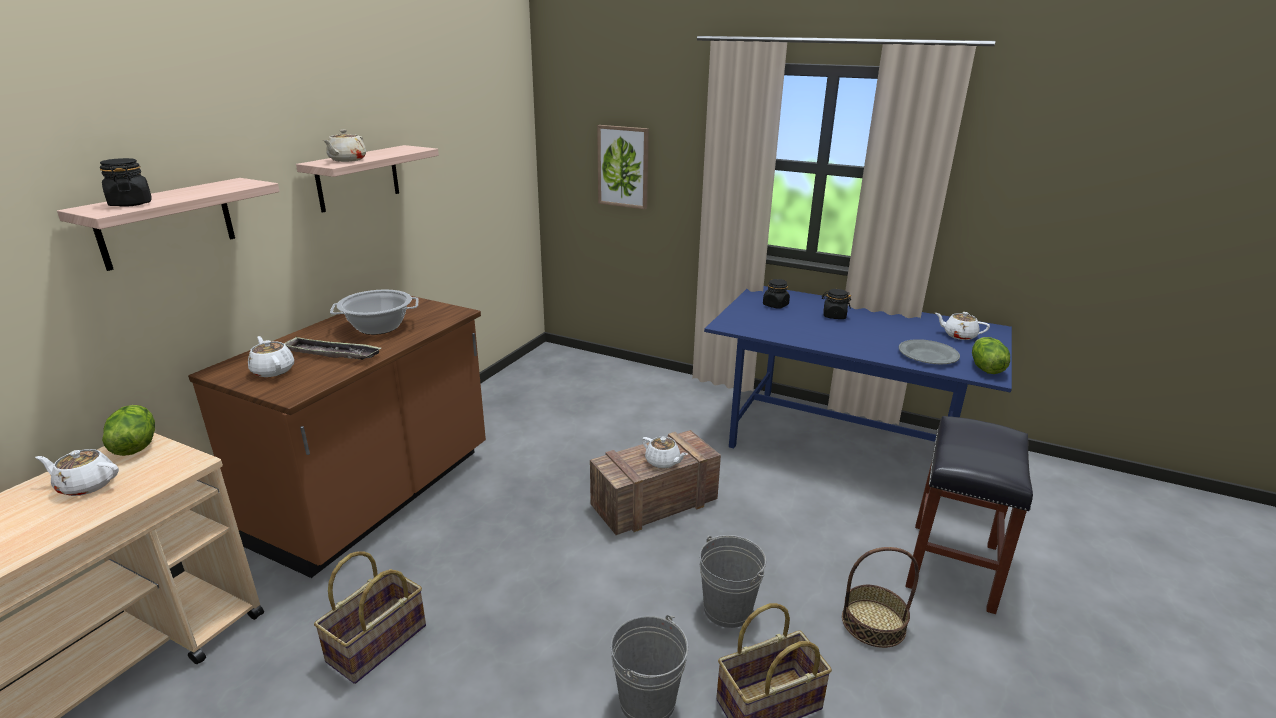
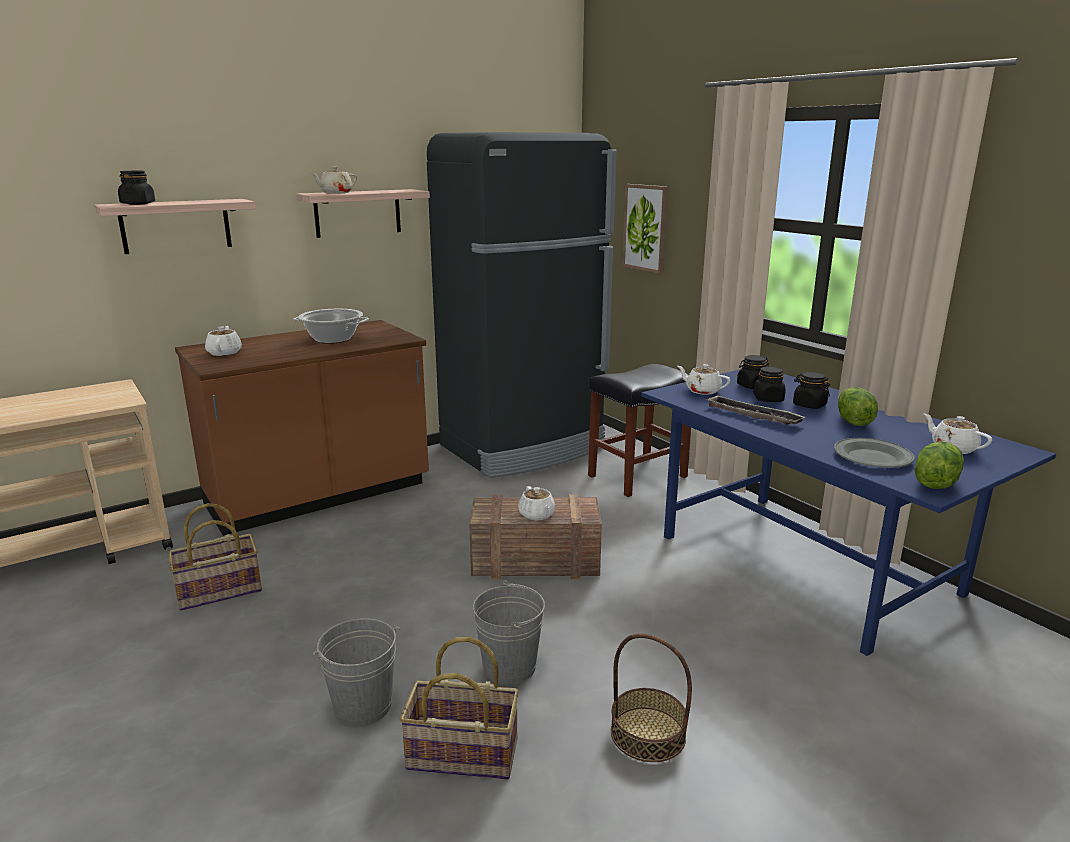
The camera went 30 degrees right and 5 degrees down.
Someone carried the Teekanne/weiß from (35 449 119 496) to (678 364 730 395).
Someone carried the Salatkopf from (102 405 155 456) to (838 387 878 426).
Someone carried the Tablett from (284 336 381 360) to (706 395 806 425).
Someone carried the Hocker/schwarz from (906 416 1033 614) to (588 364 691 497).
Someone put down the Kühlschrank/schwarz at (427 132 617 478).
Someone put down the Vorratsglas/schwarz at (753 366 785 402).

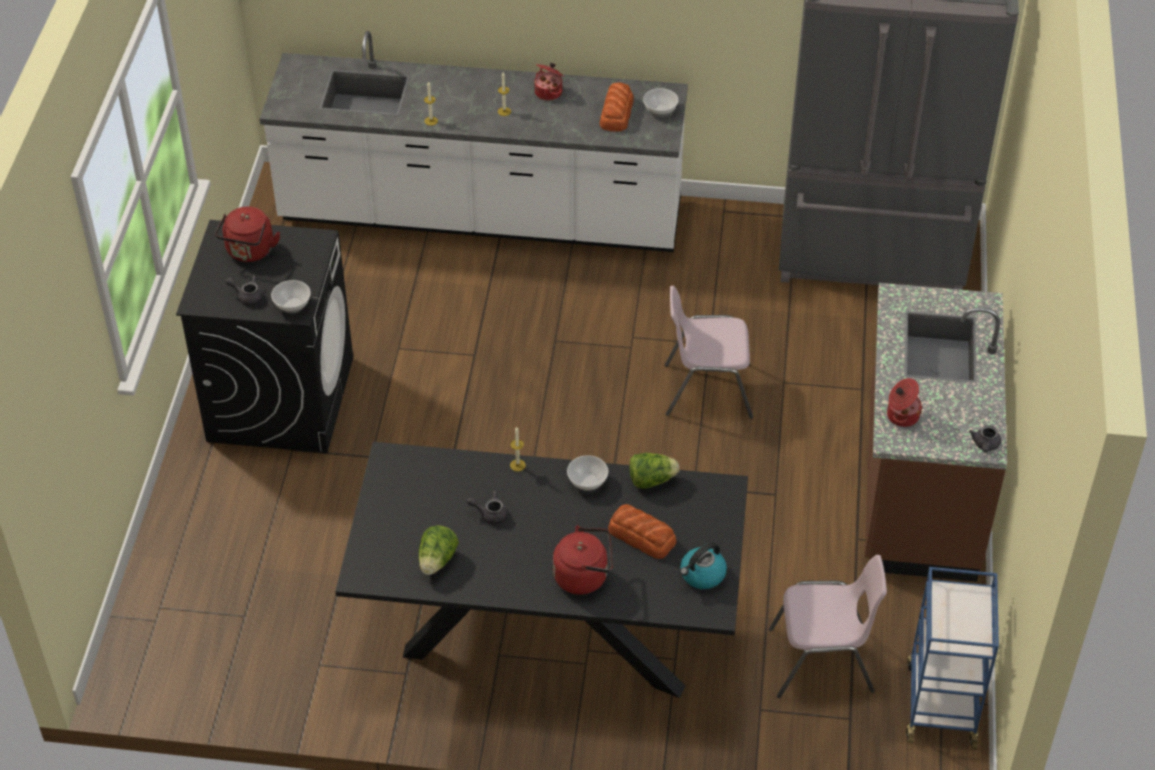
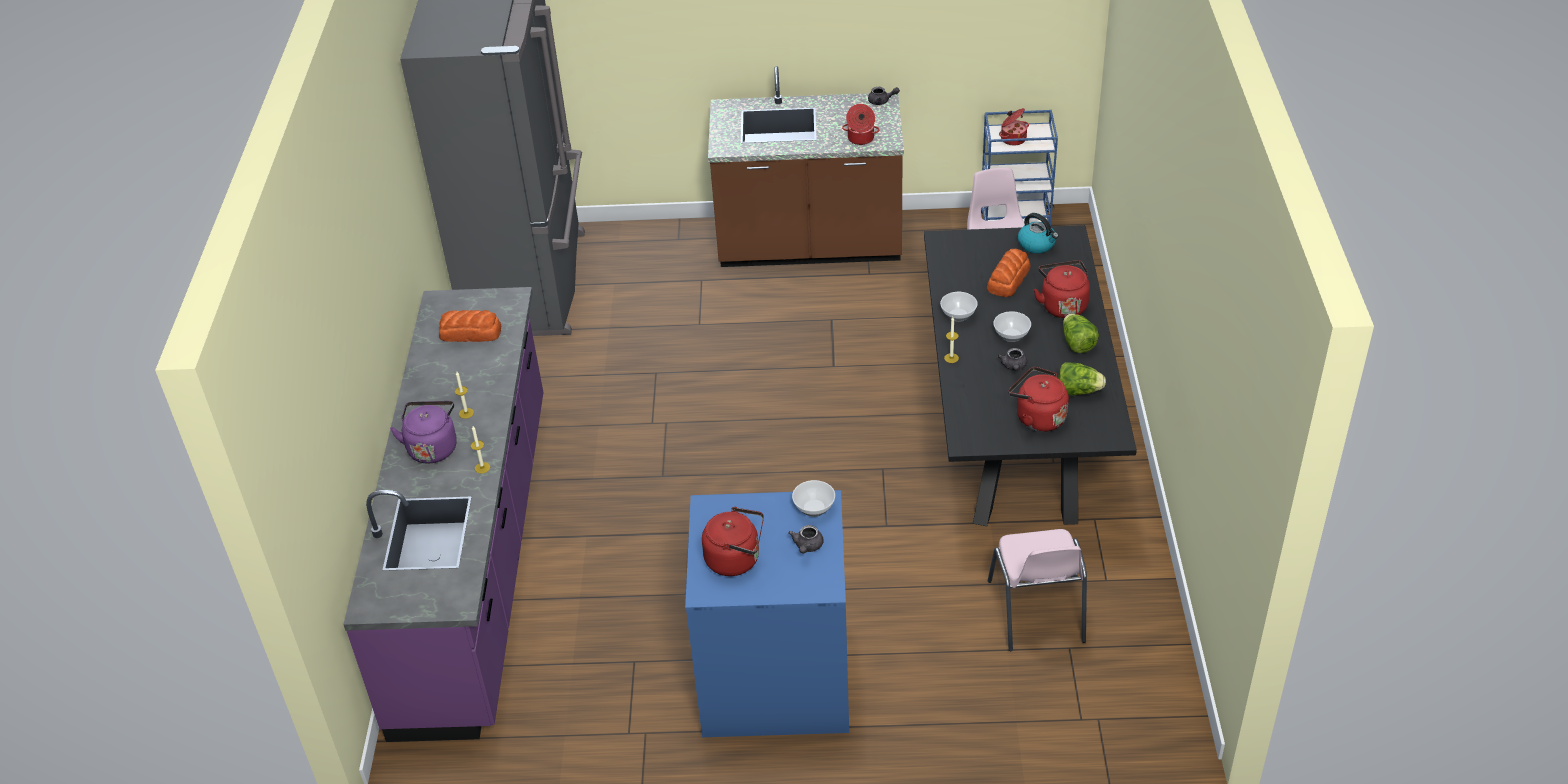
The camera went 95 degrees left and 5 degrees down.
Someone repainted the Waschmaschine/schwarz at (176 220 353 453), which became the Waschmaschine/blau at (685 490 849 737).
Someone repainted the Küchenzeile/weiß at (260 31 688 252), which became the Küchenzeile/lila at (343 287 543 742).
Someone carried the Kochtopf from (535 63 564 101) to (999 108 1029 145).
Someone carried the Salatkopf from (629 453 679 489) to (1063 314 1099 353).
Someone carried the Schüssel from (643 88 679 117) to (993 311 1031 342).
Someone carried the Stuhl/rosa from (665 286 753 419) to (988 529 1087 651).
Someone put down the Wasserkessel/lila at (390 401 457 463).
Someone put down the Wasserkessel/rot at (1008 367 1069 432).

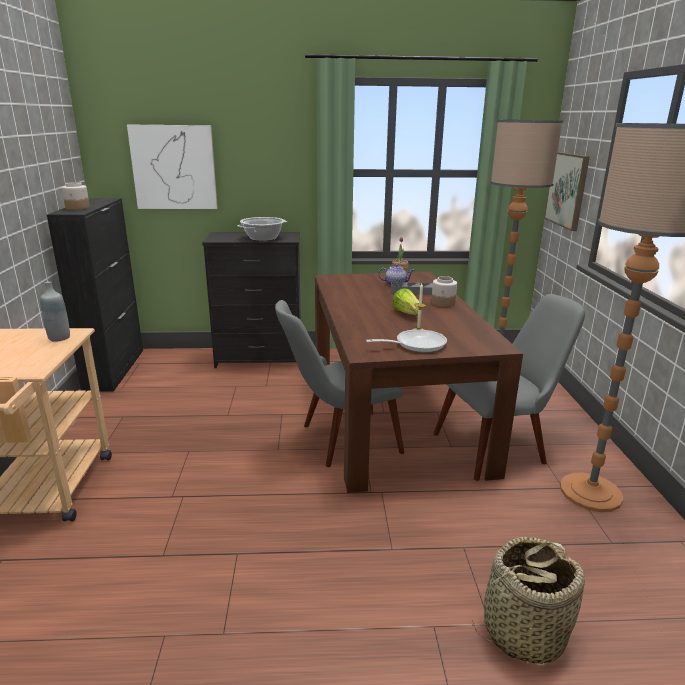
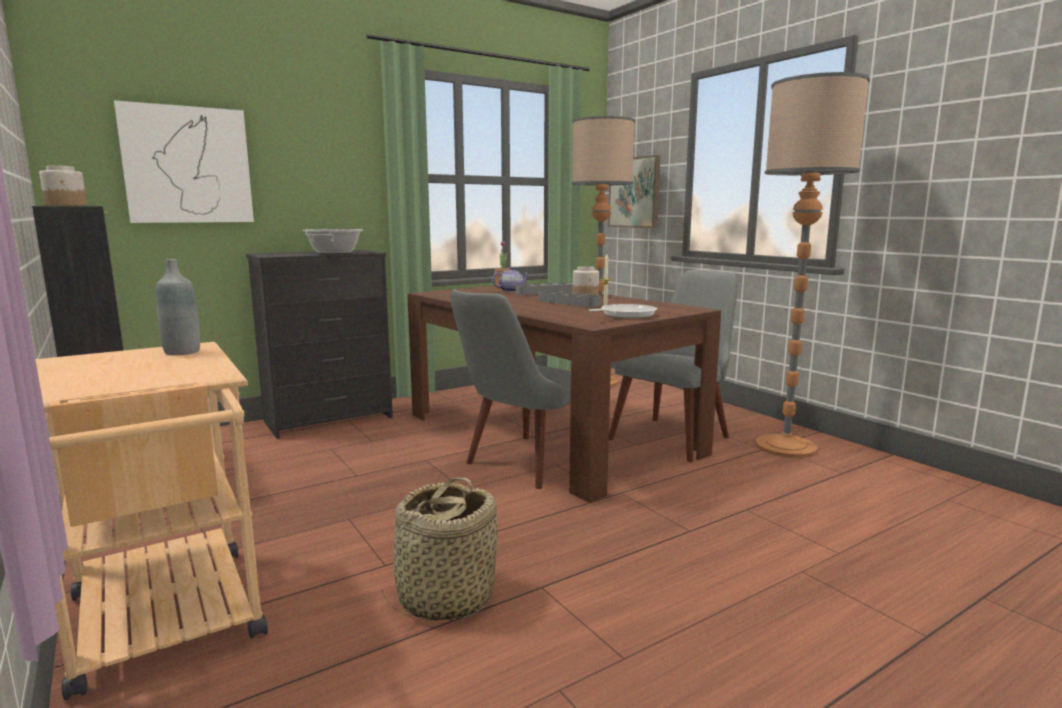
The camera went 30 degrees left and 10 degrees down.
Someone swapped the Salatkopf at (392 288 419 315) for the Tablett/grau at (538 291 601 307).
Someone carried the Korb from (472 537 585 665) to (382 478 497 620).

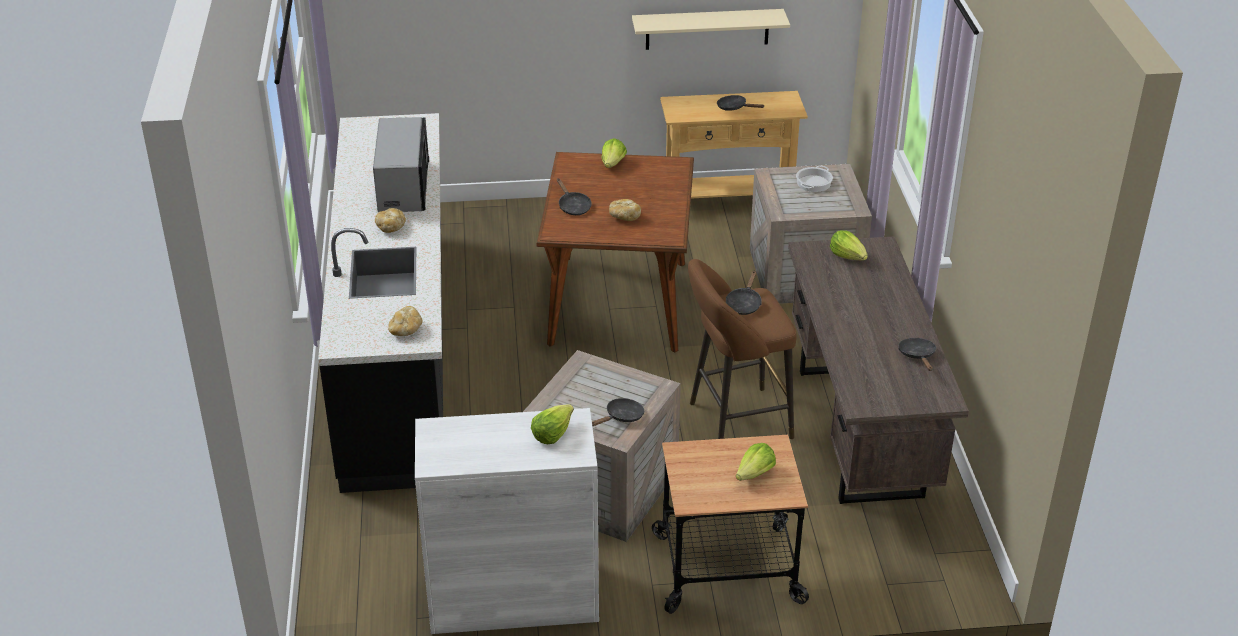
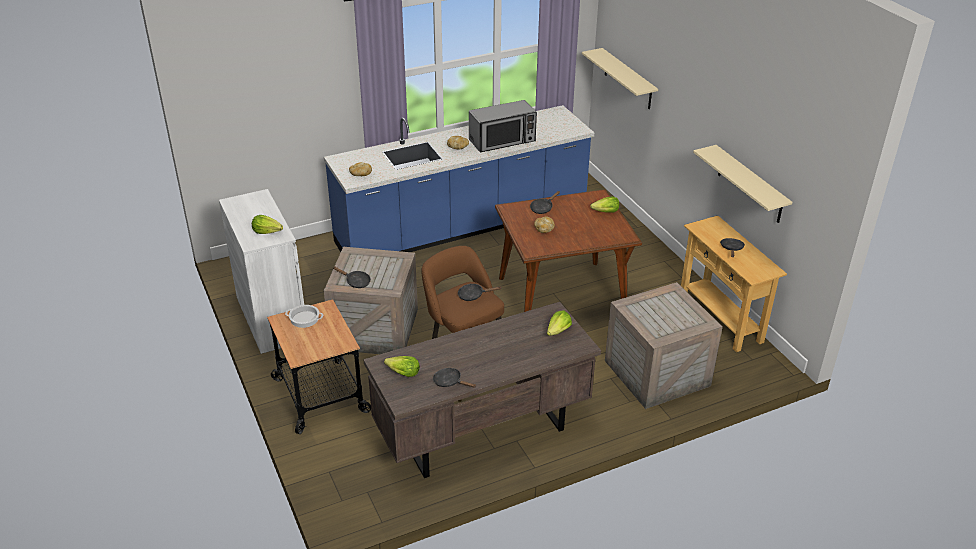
The camera went 70 degrees right and 0 degrees up.
Someone repainted the Küchenzeile/schwarz at (318 113 443 493), which became the Küchenzeile/blau at (324 105 594 252).
Someone carried the Salatkopf from (736 443 776 481) to (384 356 420 377).
Someone carried the Kochtopf from (796 165 833 192) to (285 305 323 328).
Someone rotated the Pfanne/schwarz at (898 338 936 371) by 120 degrees counterclockwise.
Someone put up the Wandregal/beige at (582 48 658 109).

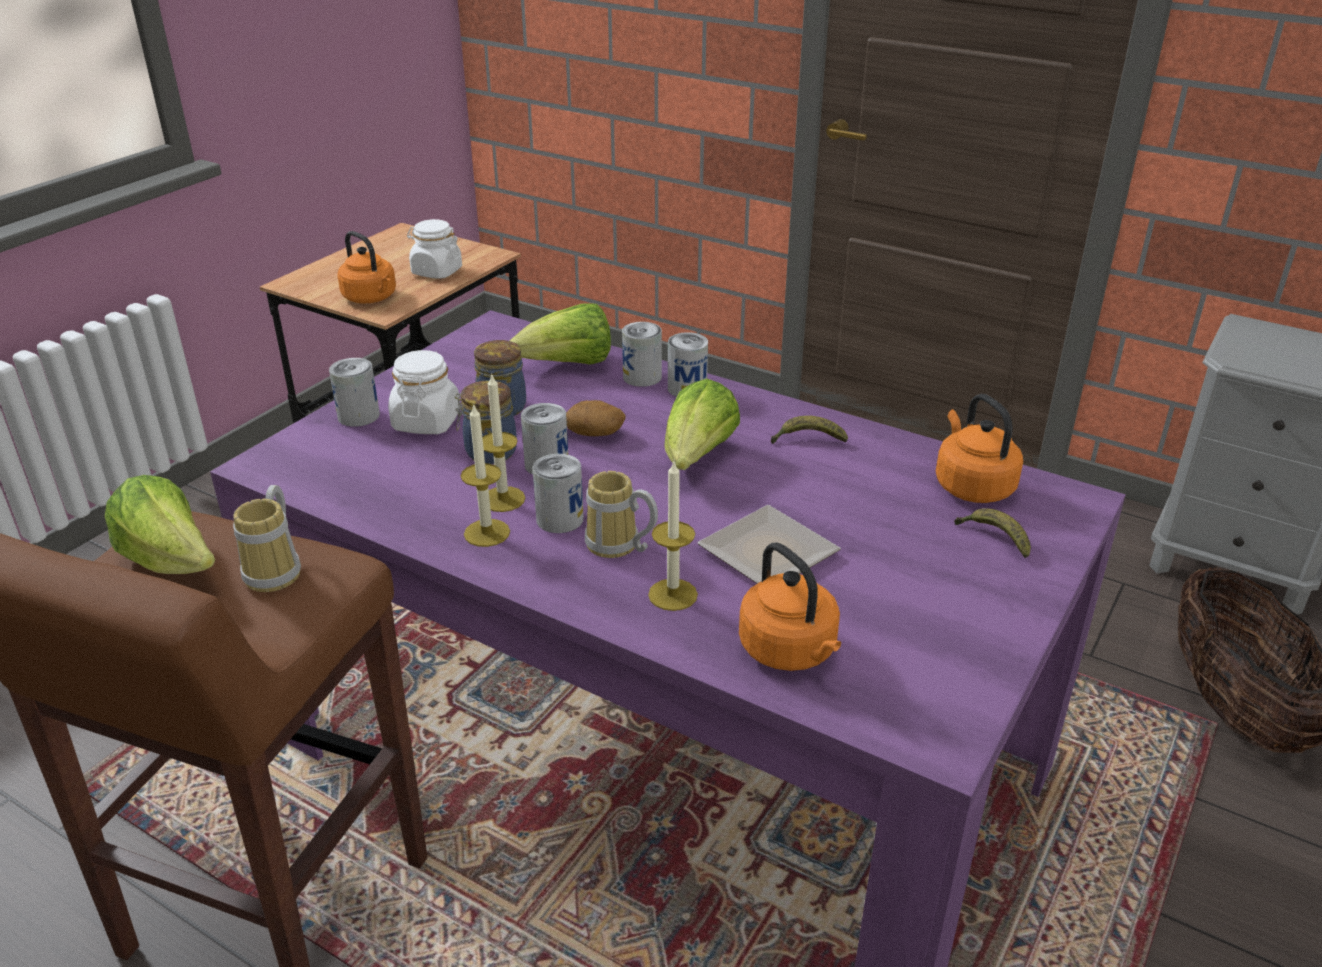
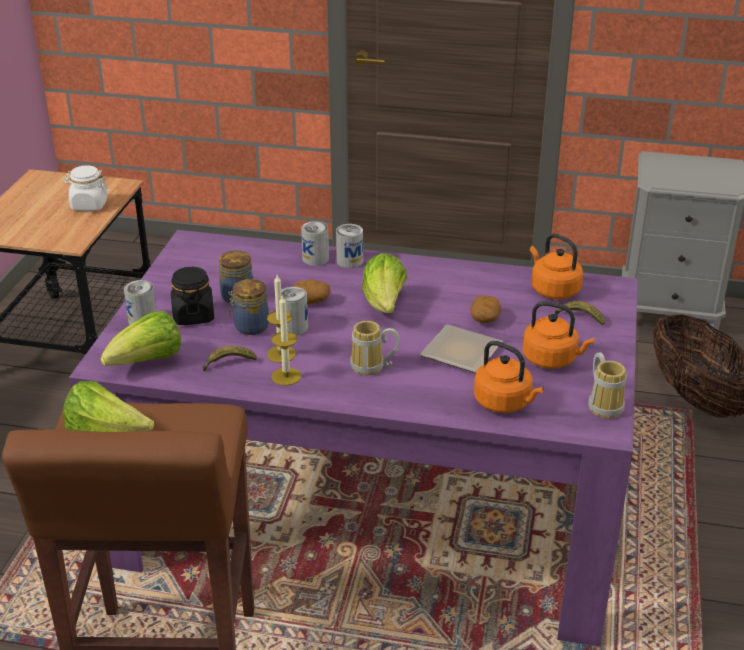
The camera went 20 degrees left and 0 degrees up.
Someone carried the Henkelbecher from (233 485 301 592) to (588 352 627 418).
Someone carried the Wasserkessel/orange from (337 231 396 303) to (522 301 594 369).
Someone repainted the Vorratsglas/weiß at (388 350 460 434), which became the Vorratsglas/schwarz at (171 267 214 325).
Someone carried the Salatkopf from (510 303 611 365) to (100 311 181 366).
Someone took away the Dose at (532 454 584 533).
Someone took away the Kerze at (648 462 698 611).
Someone carried the Banane from (771 416 848 444) to (203 346 257 371).
Someone put down the Kartoffel at (470 295 501 323).

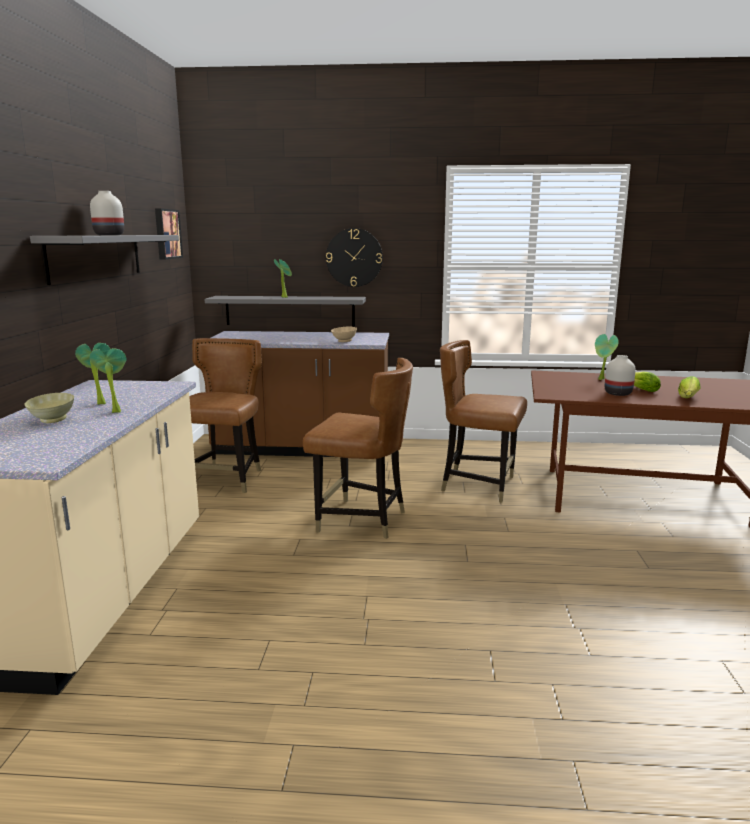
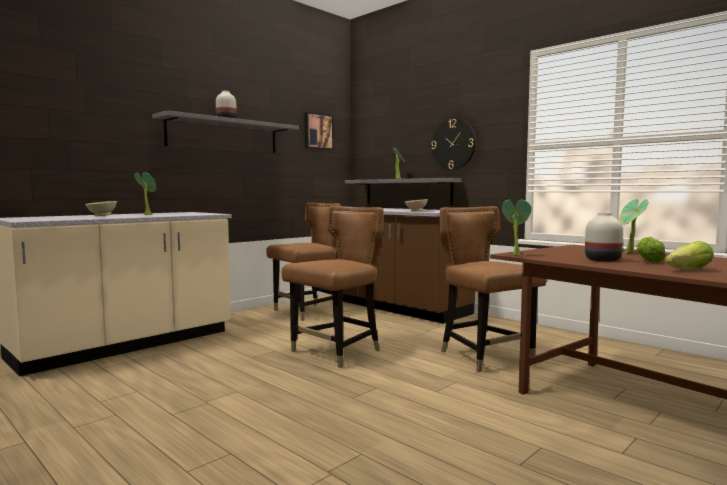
The camera went 40 degrees right and 10 degrees down.
Someone carried the Topfpflanze from (90 348 127 413) to (502 200 531 256).
Someone rotated the Stuhl/braun at (303 358 413 539) by 105 degrees counterclockwise.

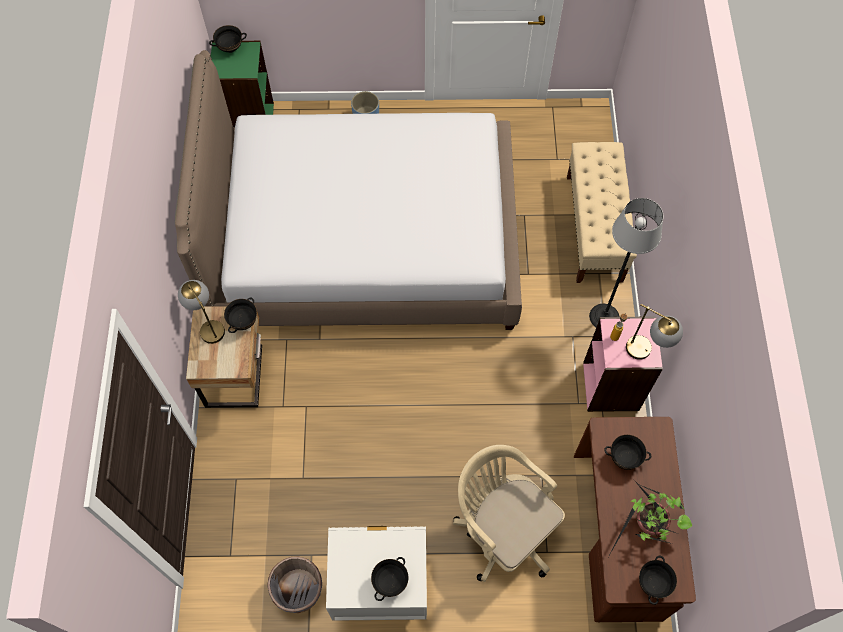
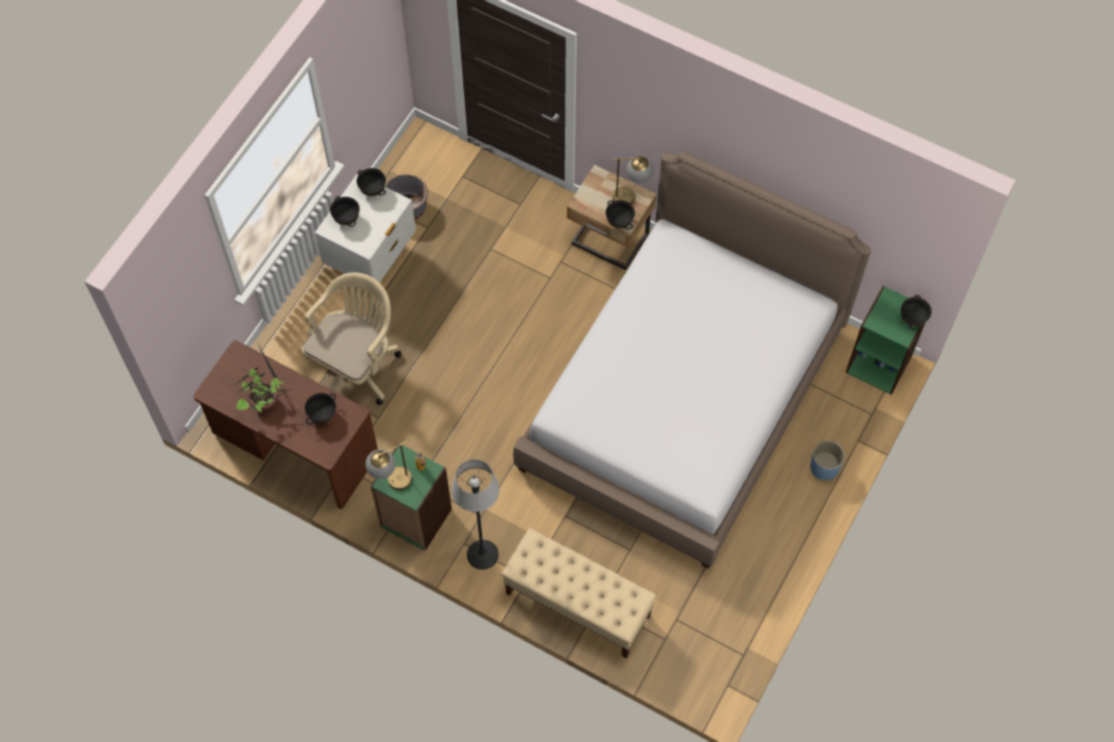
The camera went 120 degrees right and 0 degrees up.
Someone rotated the Bürostuhl/beige at (453 445 565 582) by 45 degrees counterclockwise.
Someone repainted the Bücherregal/rosa at (583 316 663 412), which became the Bücherregal/grün at (370 443 452 551).
Someone carried the Schüssel/schwarz from (639 556 677 605) to (357 168 386 196).

